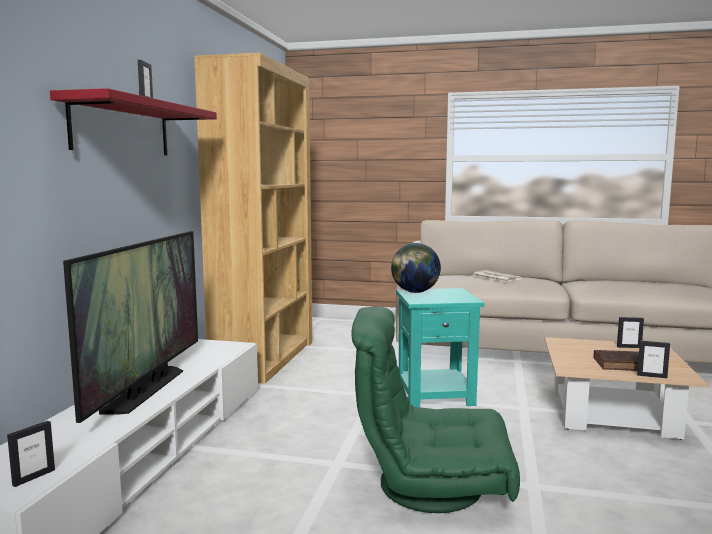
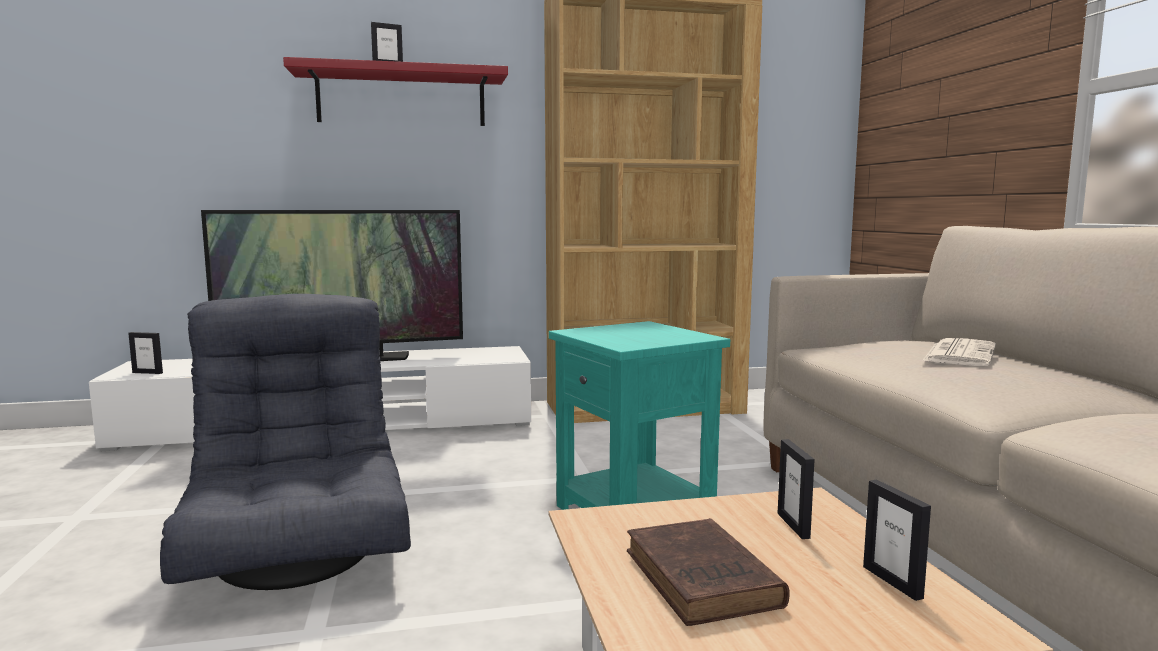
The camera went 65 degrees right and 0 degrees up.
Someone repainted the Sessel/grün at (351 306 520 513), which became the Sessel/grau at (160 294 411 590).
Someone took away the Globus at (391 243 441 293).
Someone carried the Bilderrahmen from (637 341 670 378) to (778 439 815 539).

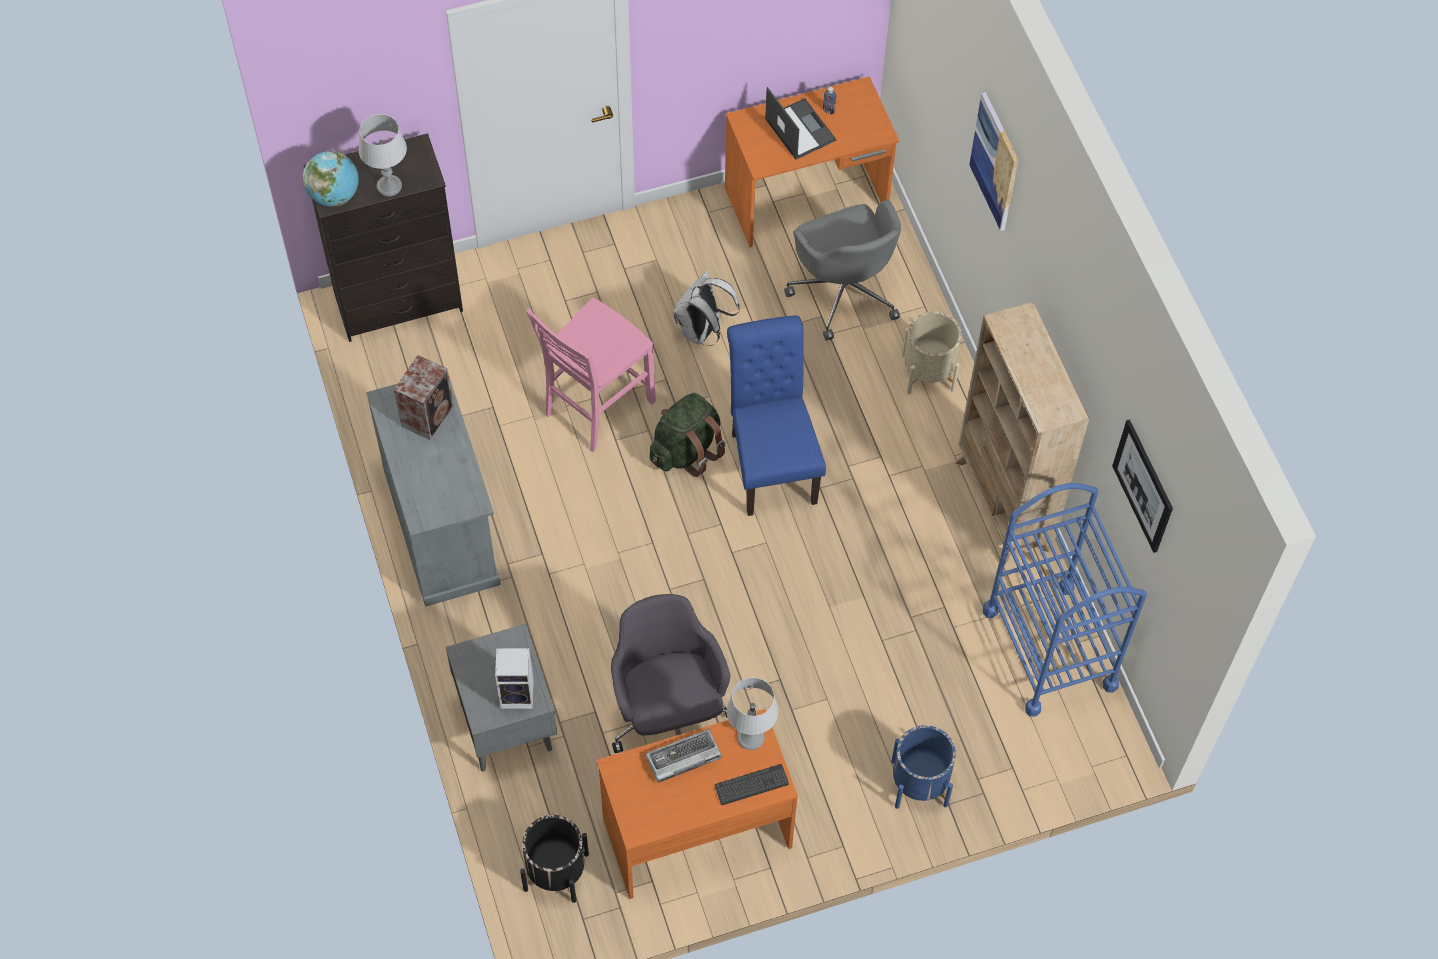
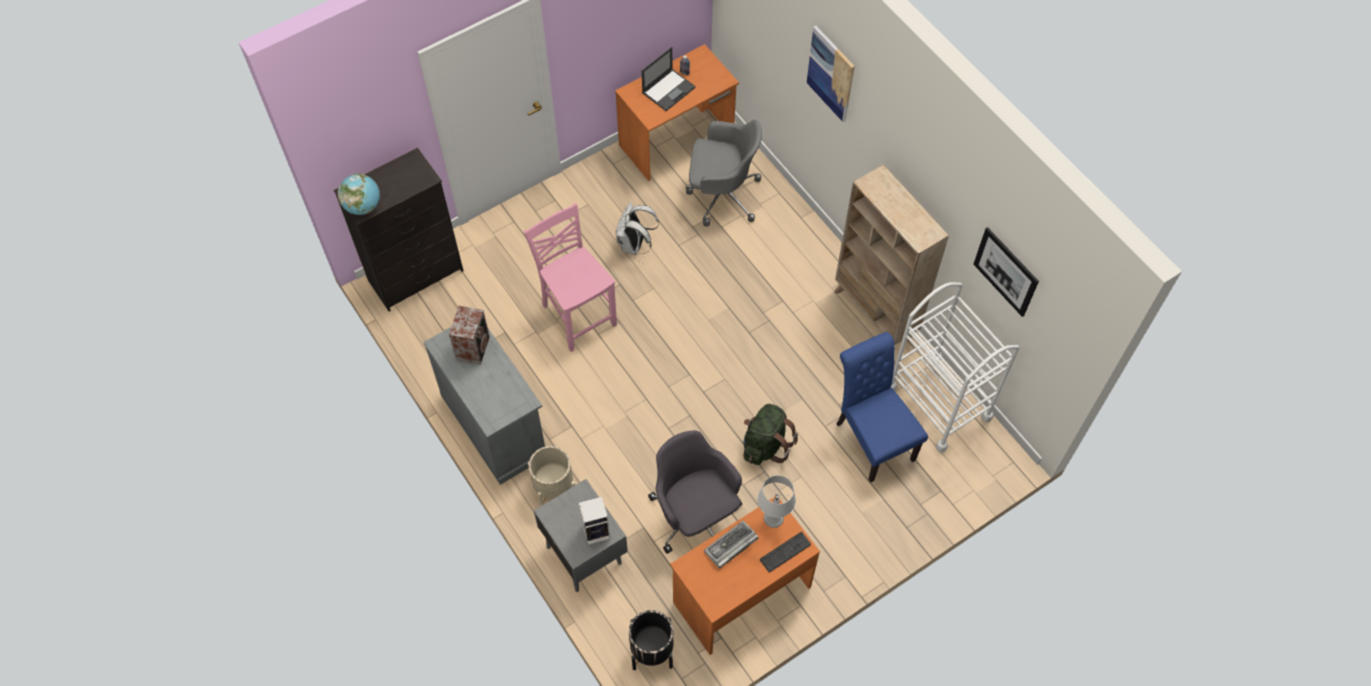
The camera went 15 degrees left and 0 degrees up.
Someone took away the Tischlampe/grau at (359 114 407 196).
Someone rotated the Stuhl/rosa at (526 298 656 452) by 120 degrees clockwise.
Someone carried the Rucksack/grün from (650 393 725 477) to (743 404 798 465).
Someone carried the Stuhl/blau from (727 316 826 516) to (836 332 928 483).
Someone rotated the Laptop at (765 87 836 160) by 90 degrees clockwise.
Someone rotated the Bürostuhl/grau at (784 199 901 341) by 45 degrees counterclockwise.
Someone took away the Pflanzkübel/blau at (891 725 956 809).
Someone carried the Pflanzkübel/beige from (902 311 962 394) to (528 446 575 506).
Someone repainted the Rollwagen/blau at (983 483 1147 717), which became the Rollwagen/weiß at (891 282 1019 453).

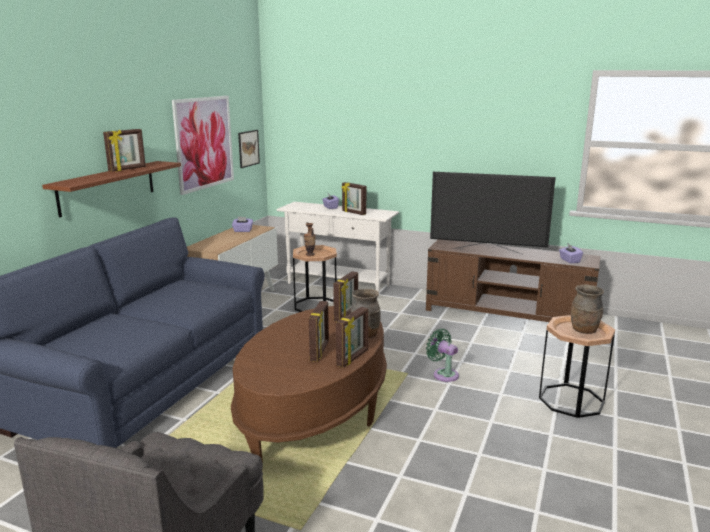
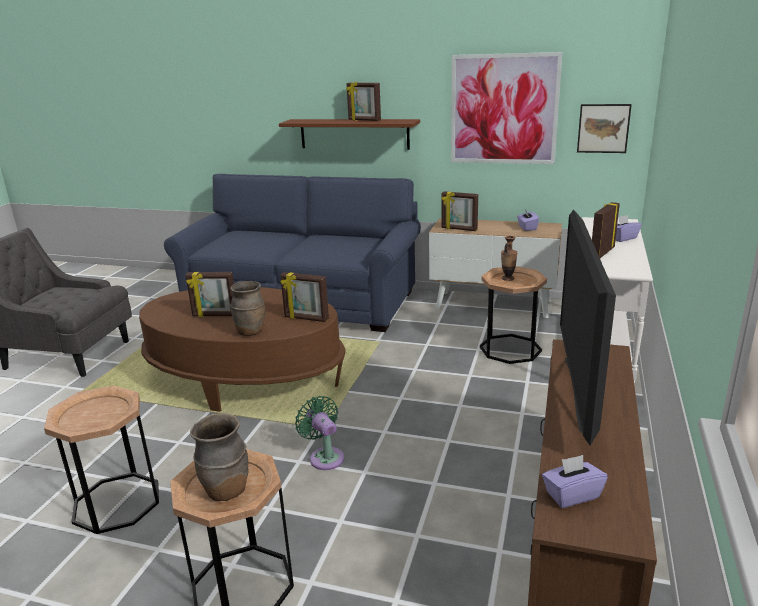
The camera went 85 degrees right and 5 degrees up.
Someone carried the Bilderrahmen from (336 307 368 368) to (441 191 478 231).
Someone rotated the Ventilator/grün at (426 329 459 382) by 75 degrees counterclockwise.
Someone put down the Beistelltisch/braun at (44 385 159 534).

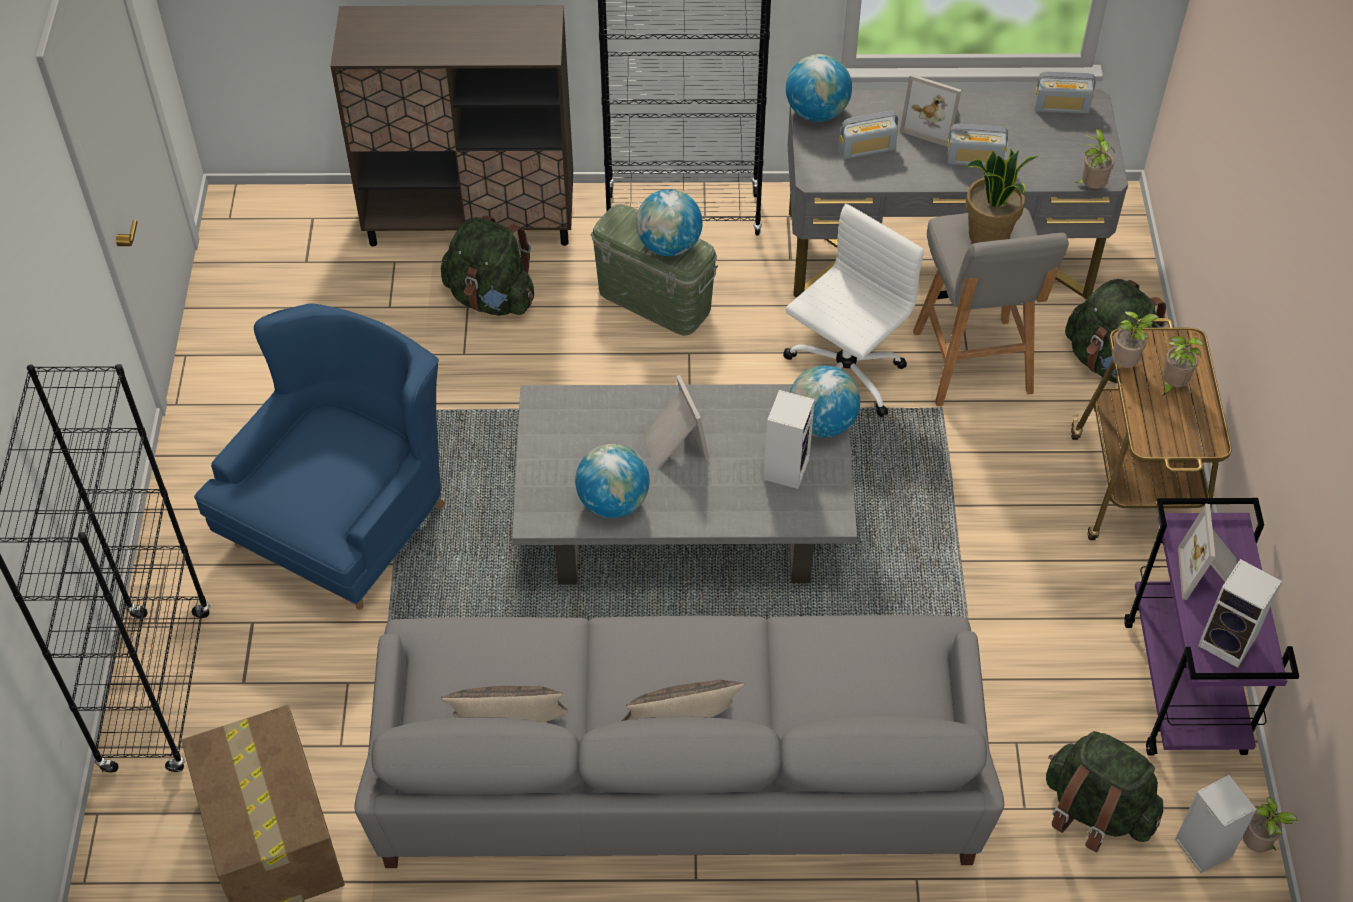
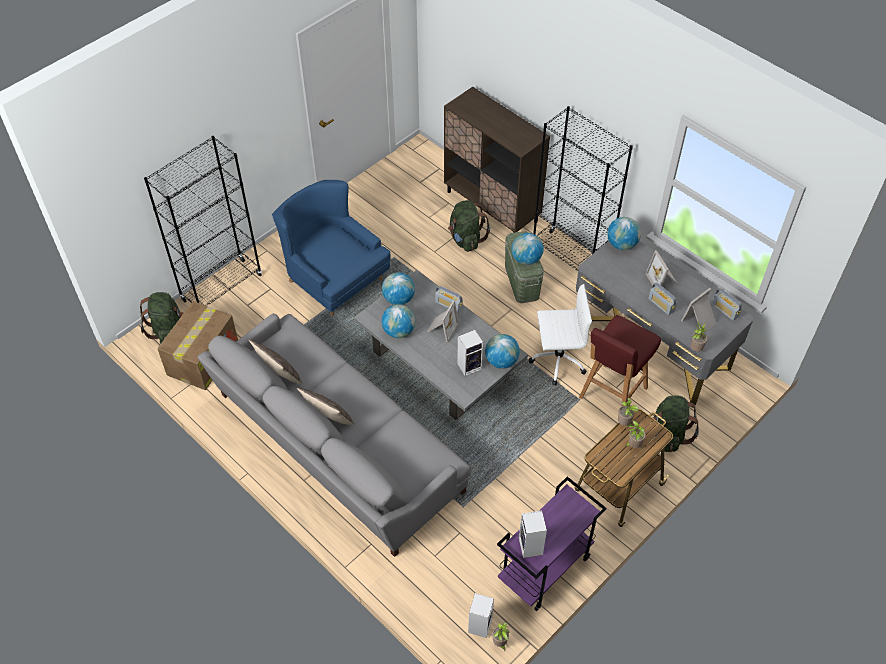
The camera went 45 degrees right and 0 degrees up.
Someone rotated the Sessel/blau at (194 304 446 610) by 120 degrees counterclockwise.
Someone carried the Radio from (839 111 898 159) to (435 286 463 313).
Someone repainted the Hocker/grau at (913 208 1069 406), which became the Hocker/rot at (579 315 661 407).
Someone took away the Topfpflanze at (965 149 1038 244).
Someone carried the Rucksack/grün from (1046 731 1163 852) to (140 292 183 344).
Someone carried the Bilderrahmen from (1178 504 1237 600) to (681 288 716 333).
Someone put down the Globus at (382 272 415 305).

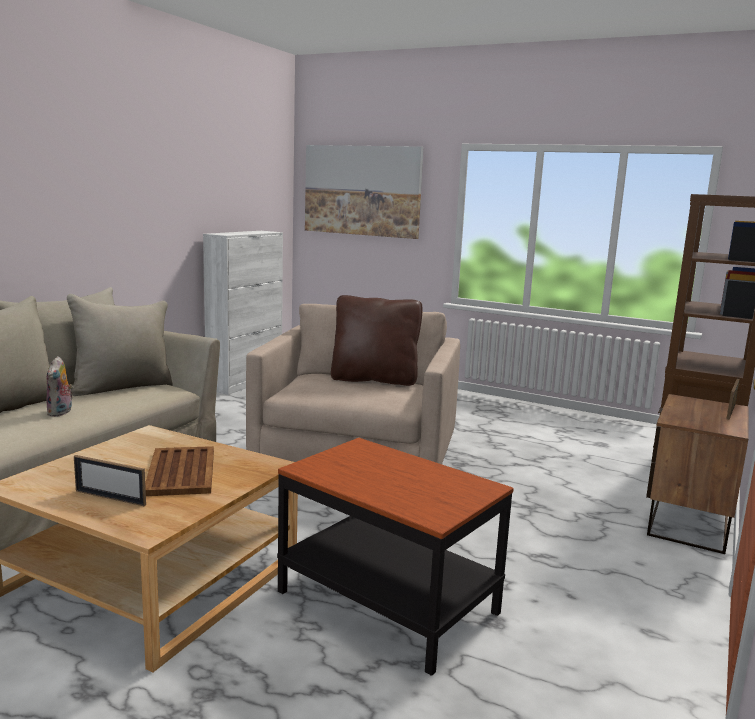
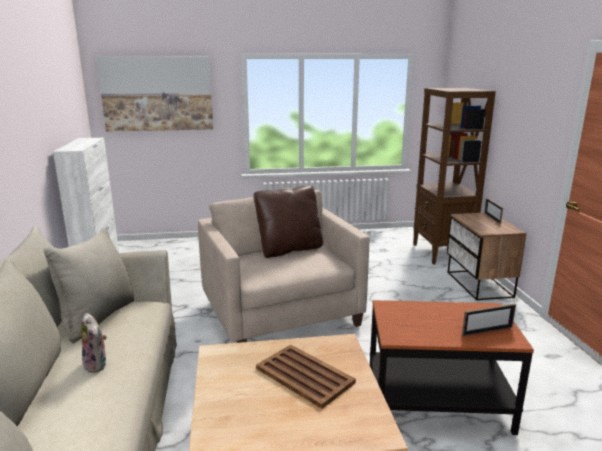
The camera went 35 degrees left and 5 degrees up.
Someone carried the Bilderrahmen from (74 455 146 506) to (462 303 516 336).

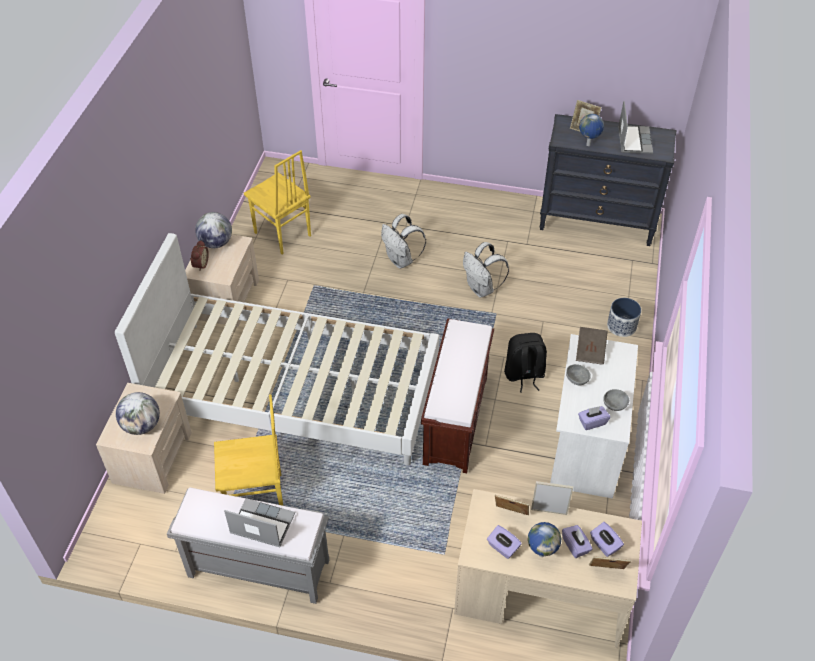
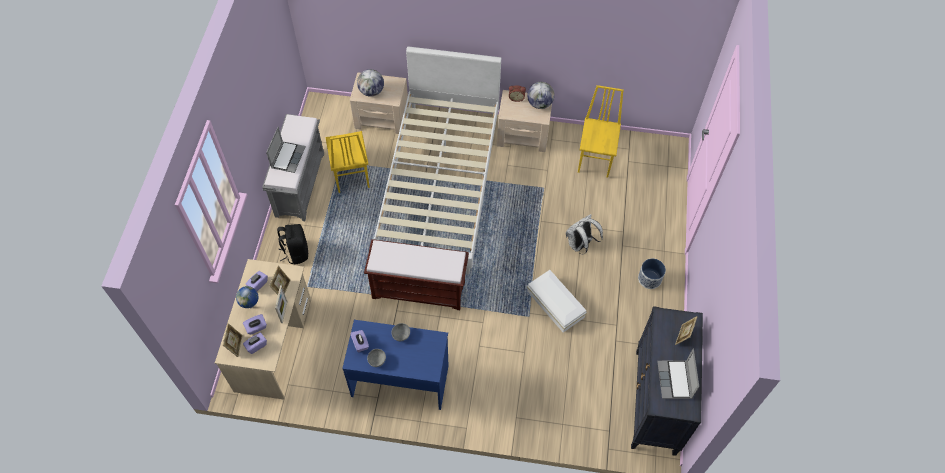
The camera went 85 degrees right and 10 degrees up.
Someone rotated the Stuhl/gelb at (244 150 311 254) by 150 degrees clockwise.
Someone swapped the Rucksack/weiß at (463 242 509 297) for the Aufbewahrungsbox/weiß at (527 270 587 333).
Someone carried the Rucksack/schwarz from (504 333 547 393) to (277 224 308 264).
Someone repainted the Schreibtisch/weiß at (550 334 638 499), which became the Schreibtisch/blau at (342 320 449 410).
Someone took away the Buch/braun at (576 327 608 365).
Someone took away the Globus at (579 114 604 146).
Someone carried the Pflanzkübel from (607 298 641 337) to (638 258 666 289).
Someone rotated the Laptop at (618 101 653 154) by 90 degrees clockwise.

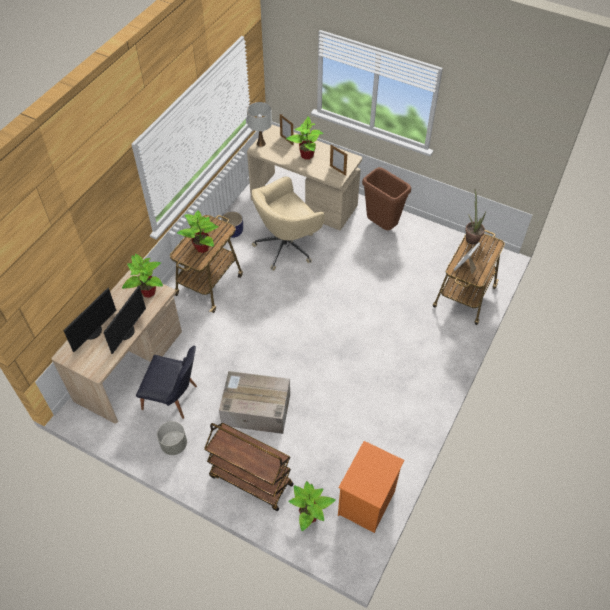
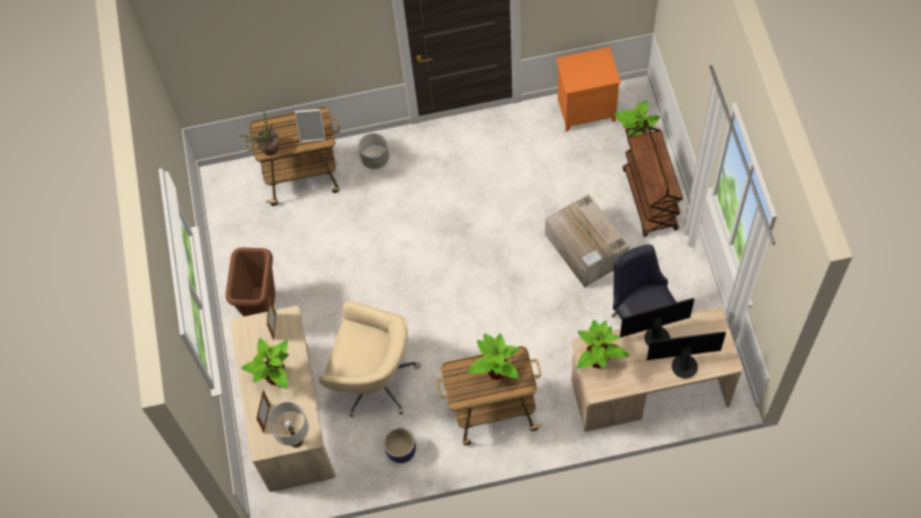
The camera went 125 degrees left and 10 degrees up.
Someone carried the Pflanzkübel/grau from (157 421 187 455) to (359 133 389 169).

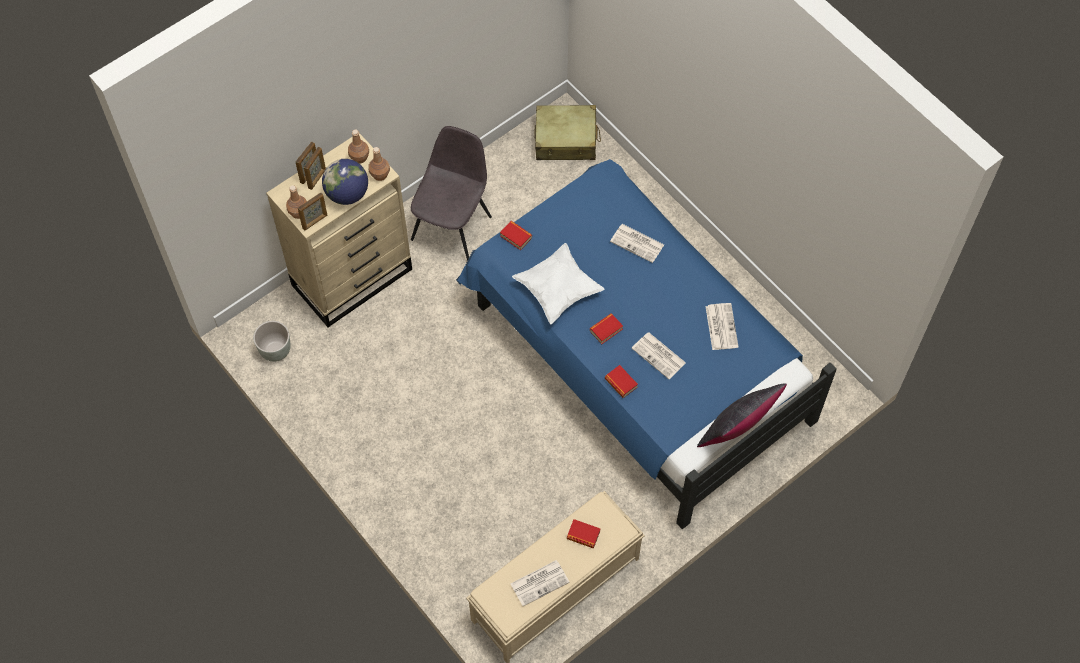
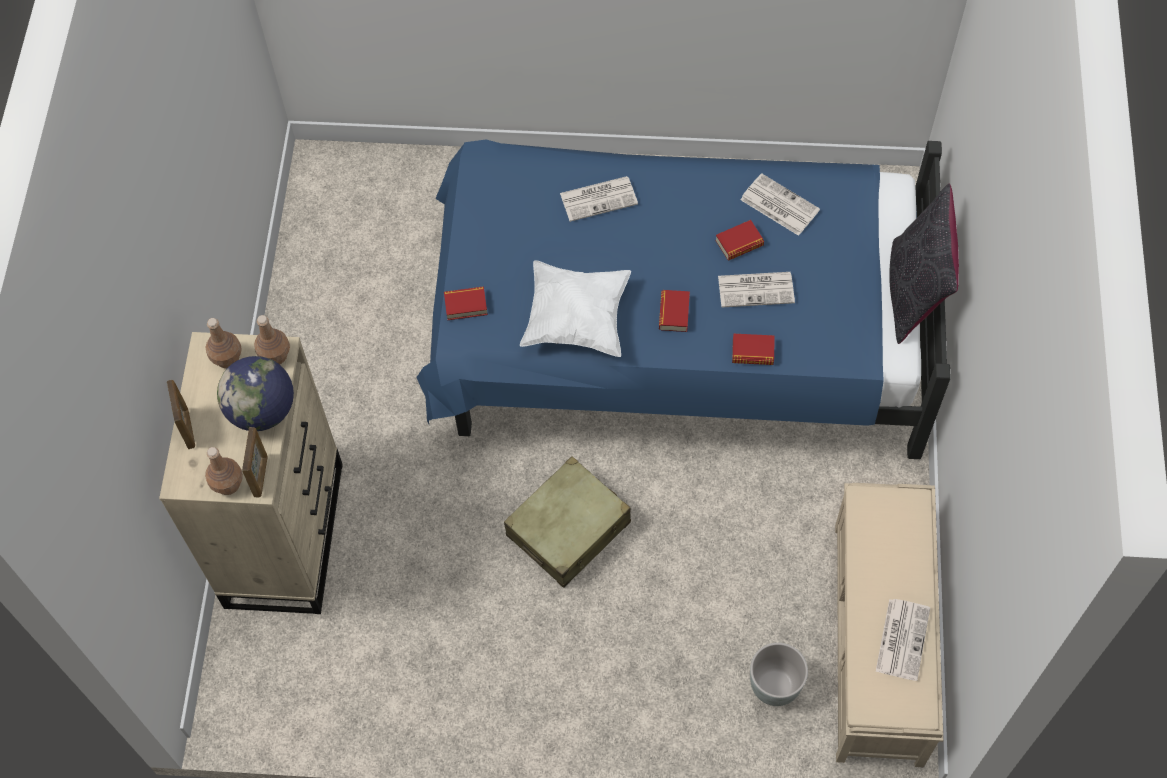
The camera went 45 degrees left and 0 degrees up.
Someone carried the Pflanzkübel/grau from (253 321 291 362) to (750 643 808 706).
Someone took away the Bilderrahmen at (304 146 326 190).
Someone took away the Stuhl/grau at (411 126 492 261).
Someone carried the Koffer/beige from (534 105 601 160) to (504 456 631 588).
Someone carried the Buch from (567 519 600 549) to (715 220 764 260).

